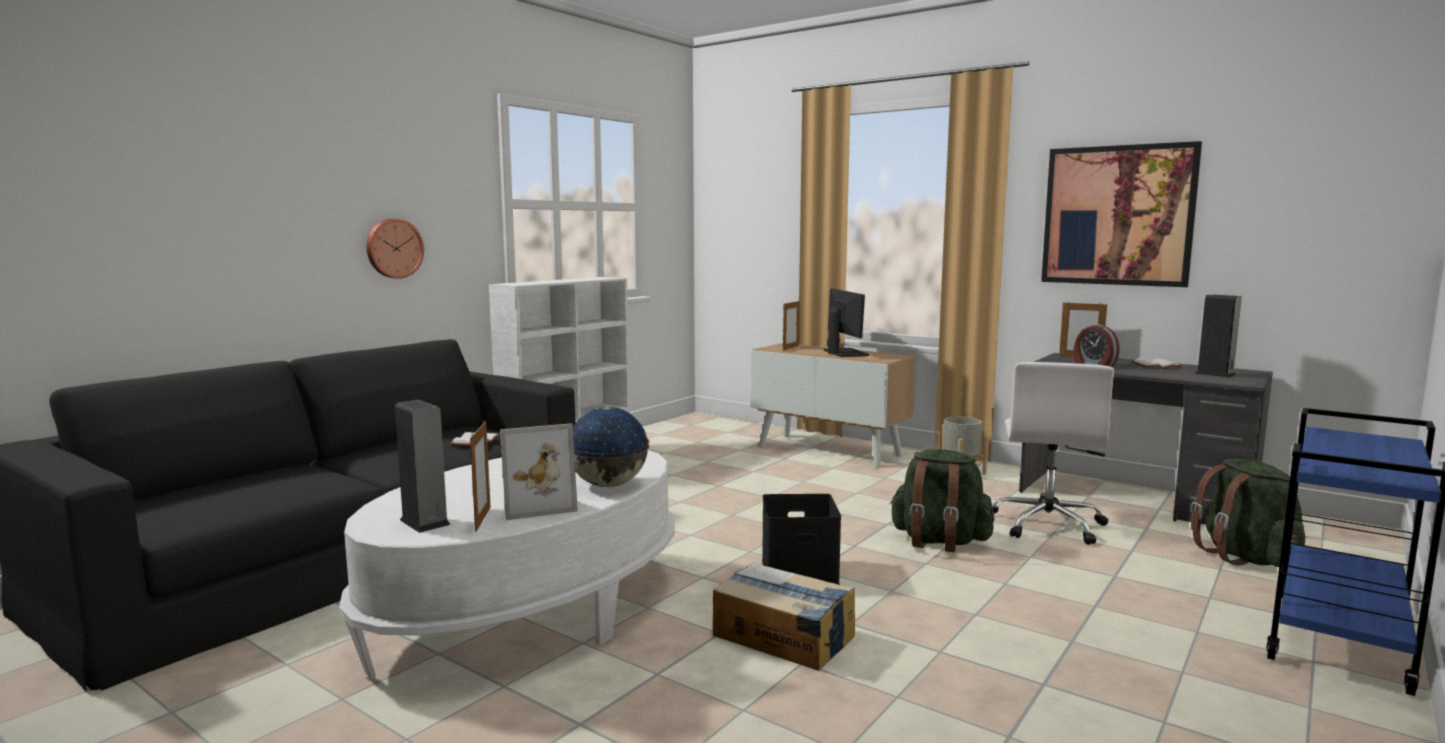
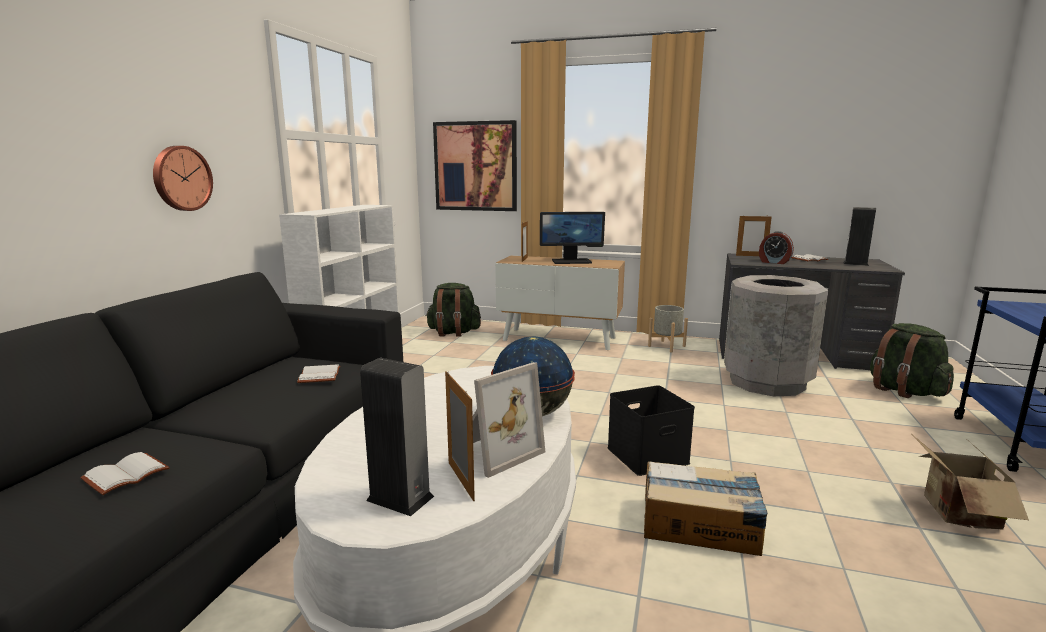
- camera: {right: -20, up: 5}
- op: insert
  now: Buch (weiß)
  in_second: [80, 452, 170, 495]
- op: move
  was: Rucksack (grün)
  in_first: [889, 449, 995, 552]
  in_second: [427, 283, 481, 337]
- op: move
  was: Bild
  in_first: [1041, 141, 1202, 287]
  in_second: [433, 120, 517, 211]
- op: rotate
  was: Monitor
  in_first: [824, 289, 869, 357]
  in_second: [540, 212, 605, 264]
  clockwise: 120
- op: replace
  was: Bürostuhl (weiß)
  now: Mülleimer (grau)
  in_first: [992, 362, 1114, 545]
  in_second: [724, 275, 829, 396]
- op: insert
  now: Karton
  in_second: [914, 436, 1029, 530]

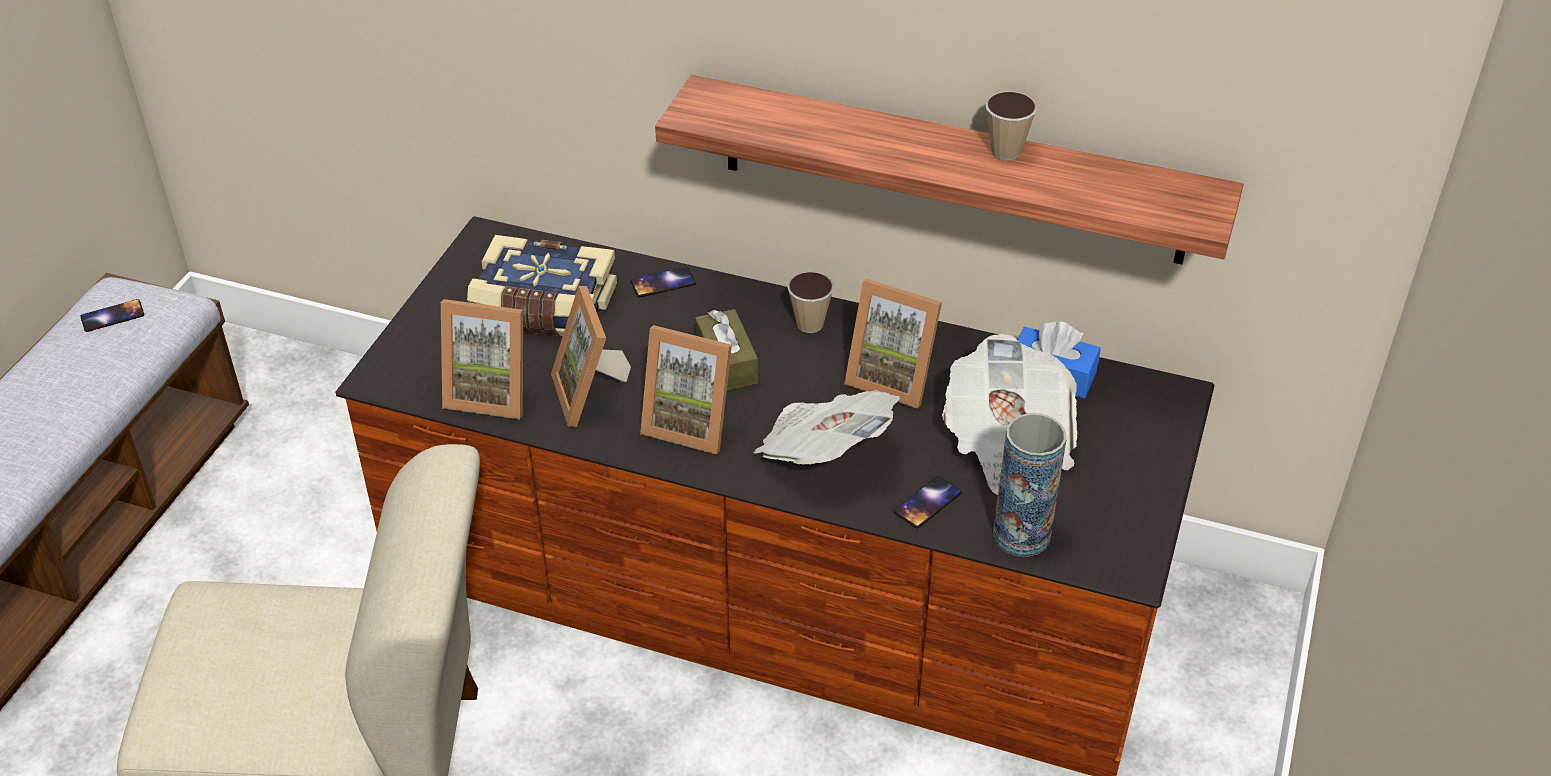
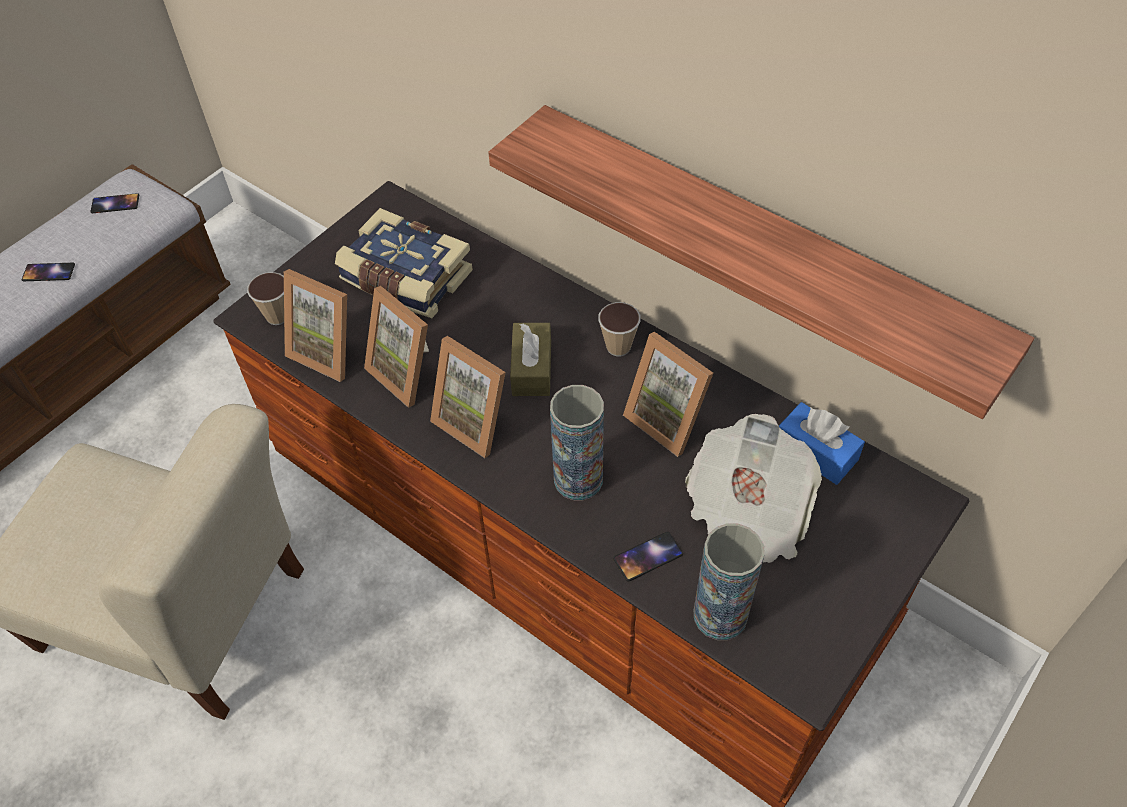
- camera: {right: 20, up: 10}
- op: move
  was: Handy
  in_first: [630, 267, 696, 298]
  in_second: [22, 263, 75, 281]
- op: move
  was: Tasse
  in_first: [985, 92, 1037, 160]
  in_second: [247, 272, 284, 325]
- op: rotate
  was: Bilderrahmen
  in_first: [551, 286, 631, 427]
  in_second: [364, 286, 429, 408]
  clockwise: -45
- op: replace
  was: Zeitung
  now: Vase
  in_first: [753, 390, 900, 464]
  in_second: [550, 385, 604, 501]

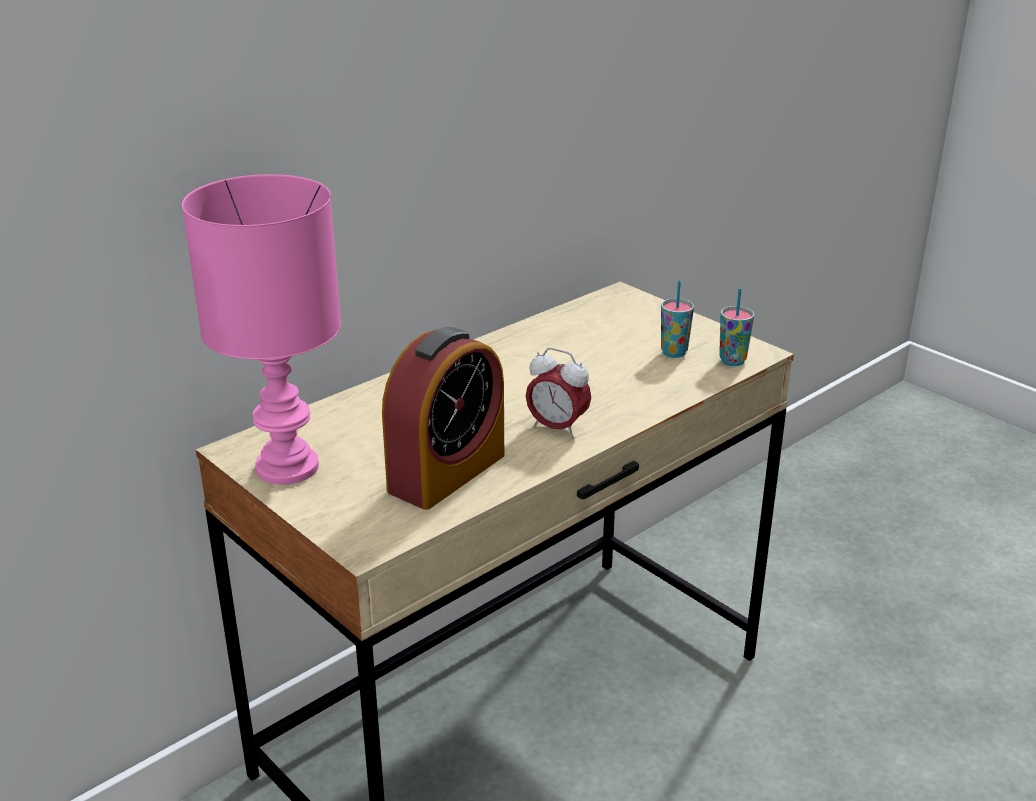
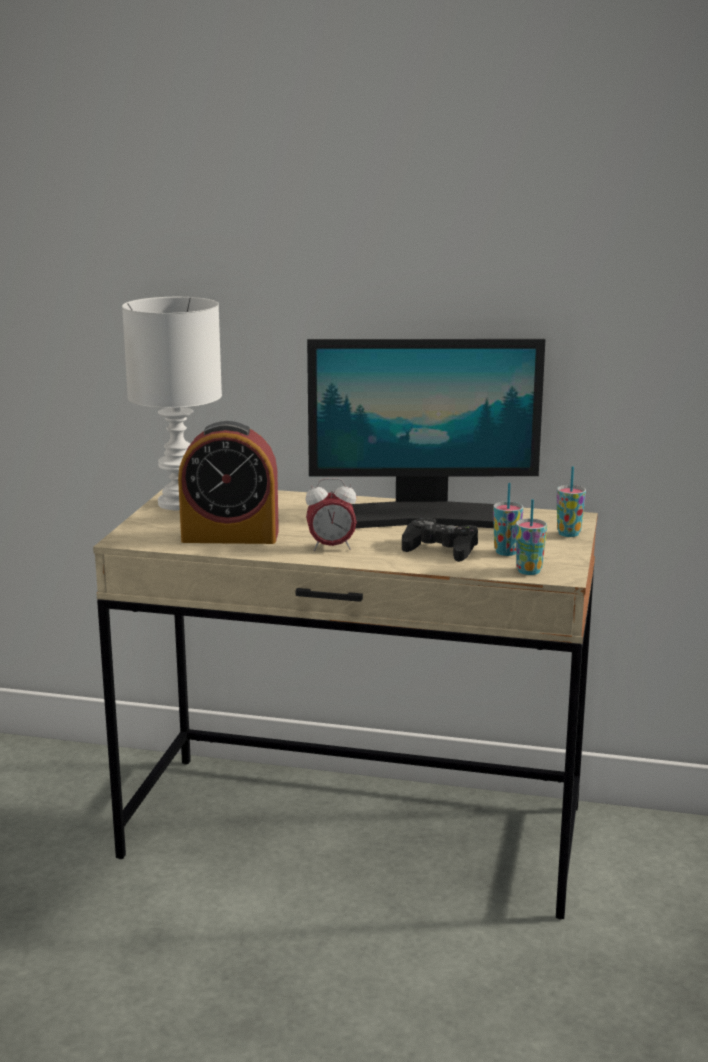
- camera: {right: 55, up: -10}
- op: recolor
  was: Tischlampe (rosa)
  now: Tischlampe (weiß)
  in_first: [182, 174, 341, 485]
  in_second: [122, 297, 222, 510]
- op: rotate
  was: Wecker
  in_first: [526, 348, 591, 439]
  in_second: [305, 478, 357, 551]
  clockwise: -90
- op: insert
  now: Monitor
  in_second: [307, 339, 545, 528]
- op: insert
  now: Gamepad (schwarz)
  in_second: [402, 518, 478, 562]
- op: insert
  now: Tasse
  in_second: [557, 466, 586, 537]

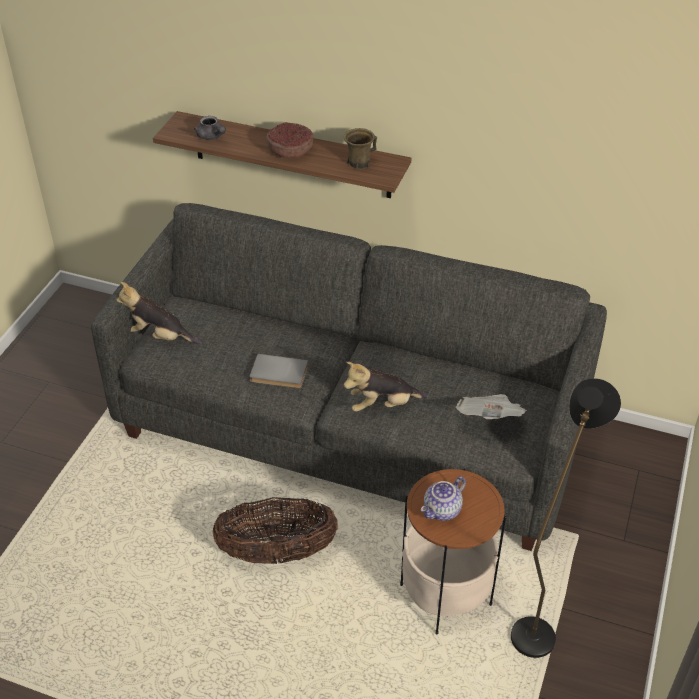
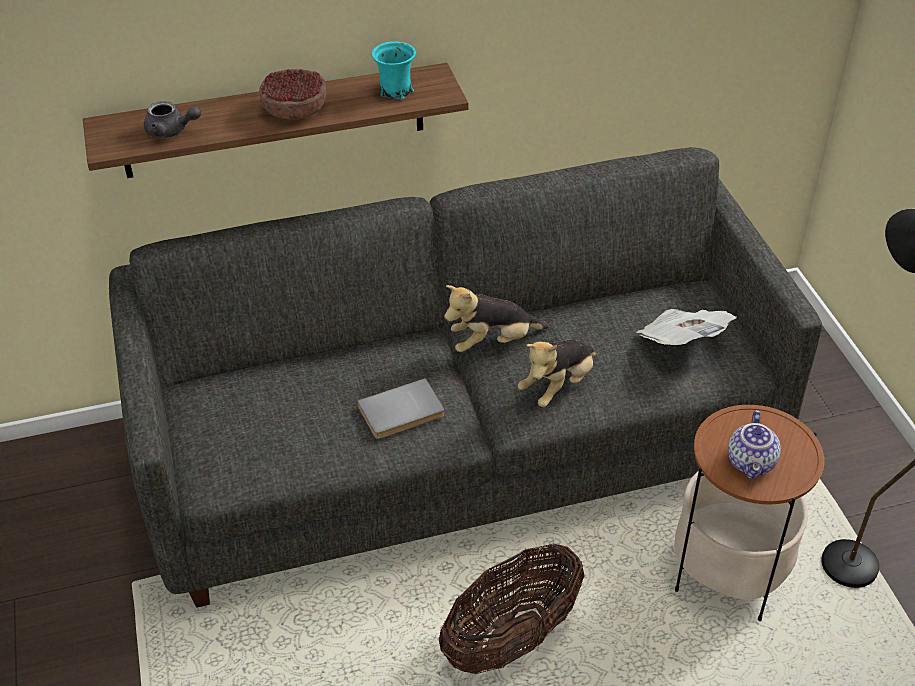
- camera: {right: -35, up: 0}
- op: recolor
  was: Henkelbecher (braun)
  now: Henkelbecher (türkis)
  in_first: [344, 128, 377, 170]
  in_second: [372, 42, 416, 99]
- op: move
  was: Plüschtier
  in_first: [117, 282, 202, 344]
  in_second: [444, 285, 549, 352]

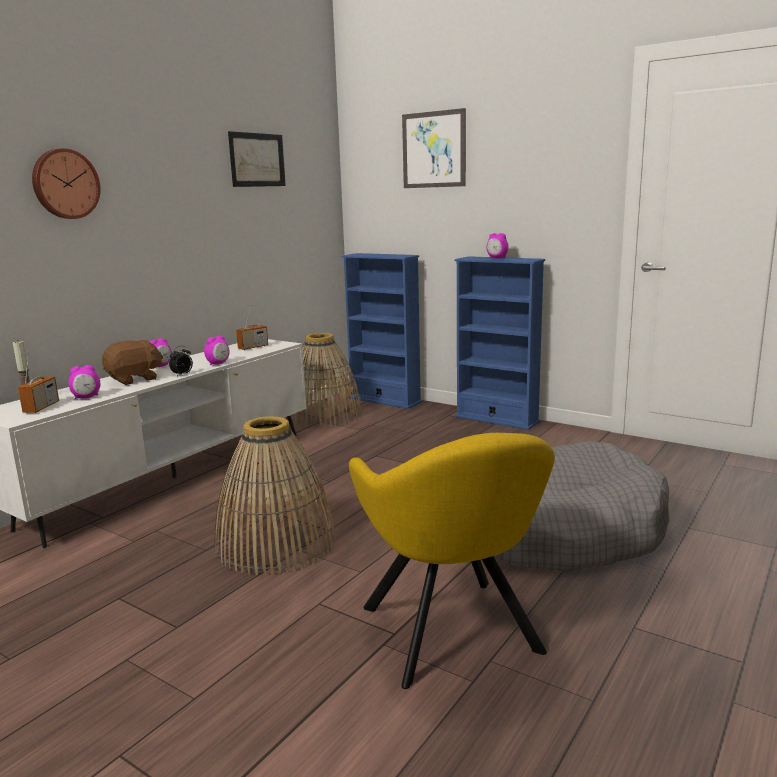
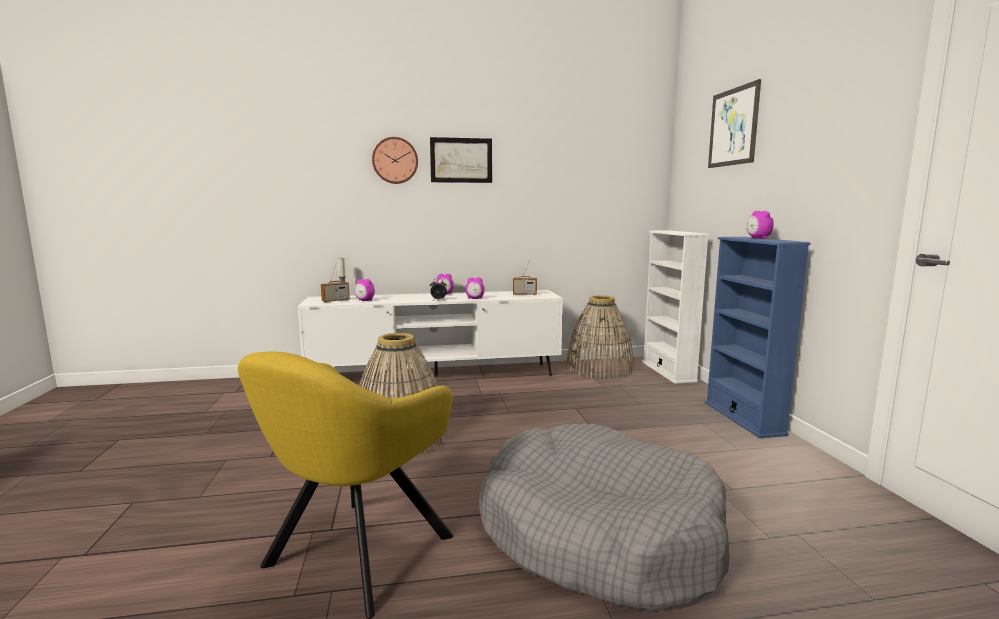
- camera: {right: 45, up: -5}
- op: move
  was: Bild
  in_first: [228, 131, 286, 187]
  in_second: [430, 137, 492, 183]
- op: recolor
  was: Bücherregal (blau)
  now: Bücherregal (weiß)
  in_first: [342, 253, 422, 409]
  in_second: [642, 230, 709, 384]
- op: delete
  was: Plüschtier (braun)
  in_first: [102, 340, 163, 385]

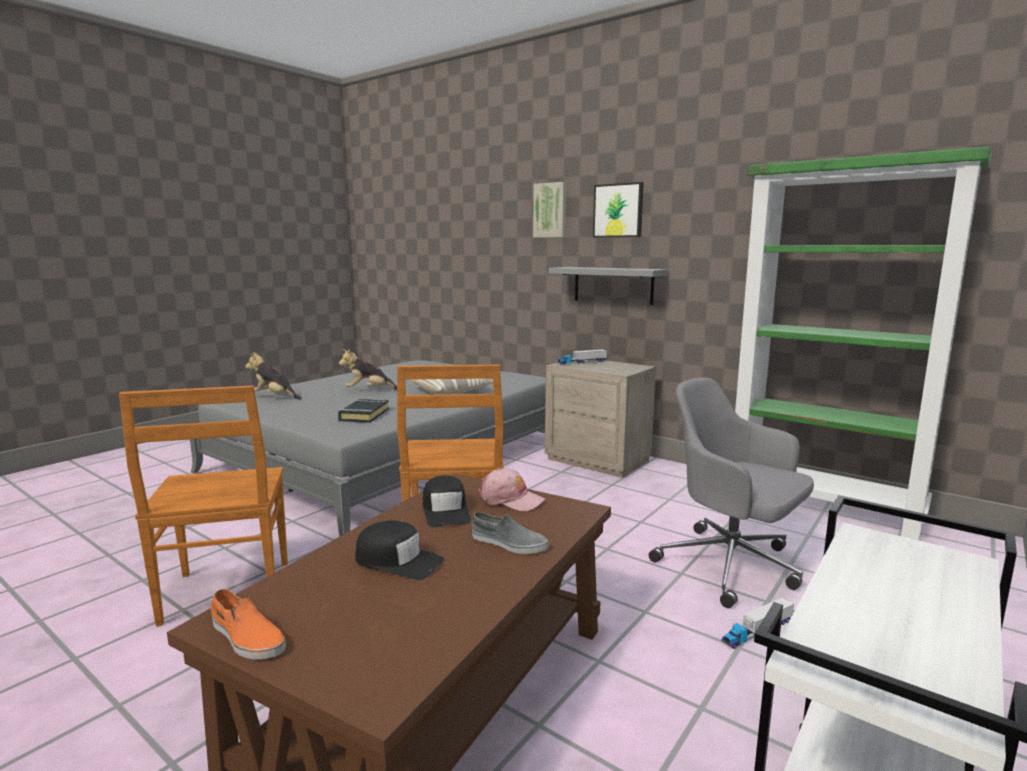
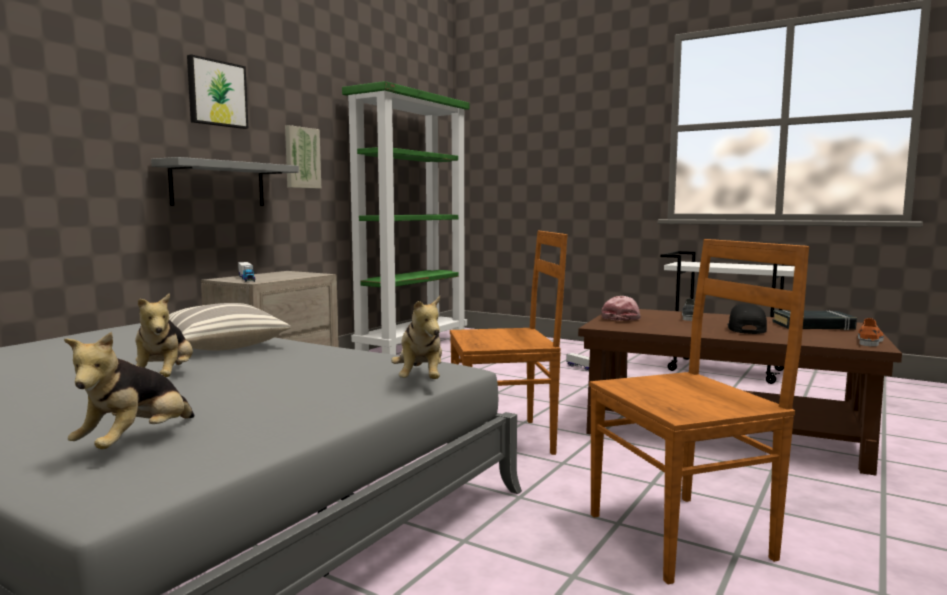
- camera: {right: -95, up: -5}
- op: move
  was: Bild
  in_first: [533, 182, 566, 238]
  in_second: [285, 125, 321, 189]
- op: insert
  now: Plüschtier
  in_second: [391, 296, 442, 379]
- op: move
  was: Buch (schwarz)
  in_first: [338, 399, 389, 423]
  in_second: [772, 310, 857, 330]
- op: delete
  was: Kappe (schwarz)
  in_first: [423, 475, 471, 527]
- op: delete
  was: Bürostuhl (grau)
  in_first: [649, 378, 814, 608]

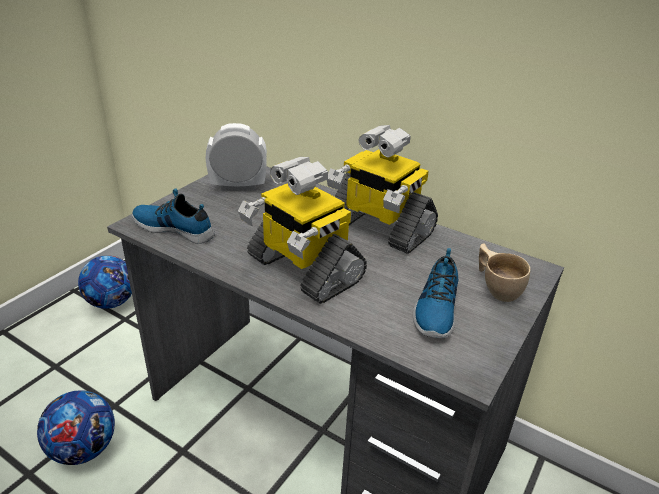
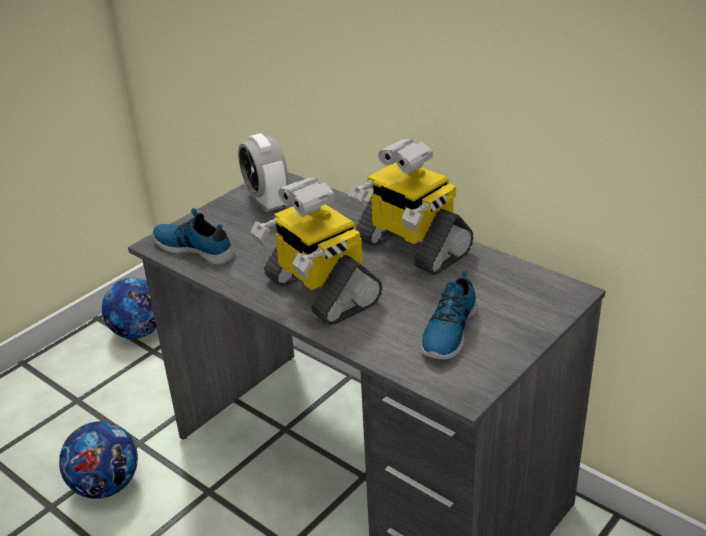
- camera: {right: 10, up: 0}
- op: rotate
  was: Wecker
  in_first: [206, 123, 267, 191]
  in_second: [238, 134, 288, 212]
  clockwise: -120
- op: delete
  was: Tasse (beige)
  in_first: [479, 243, 530, 302]

